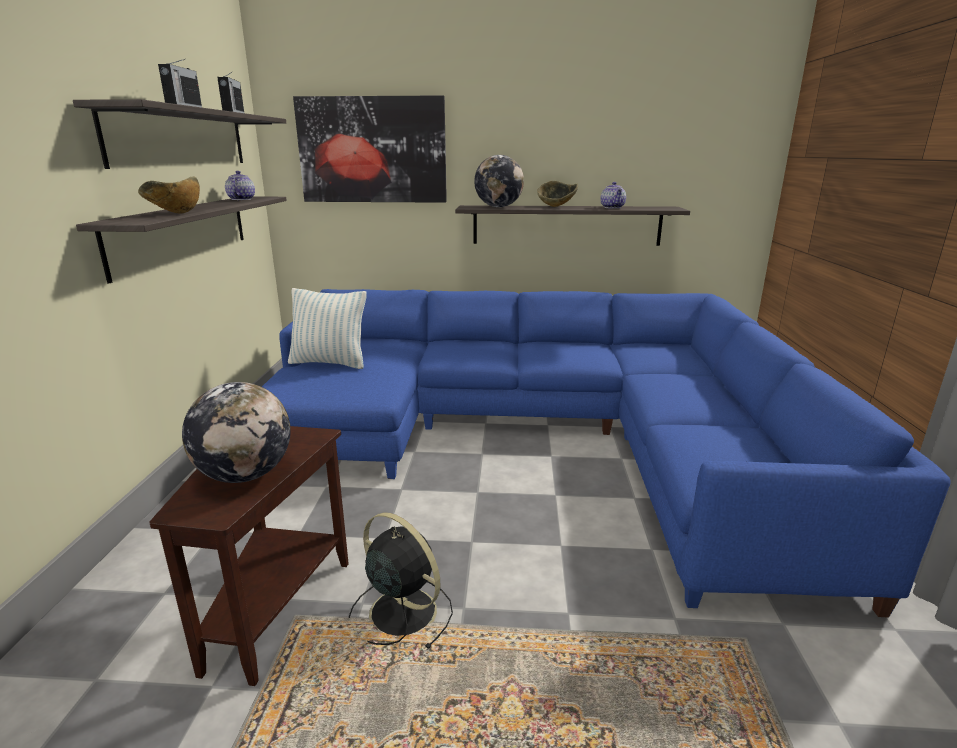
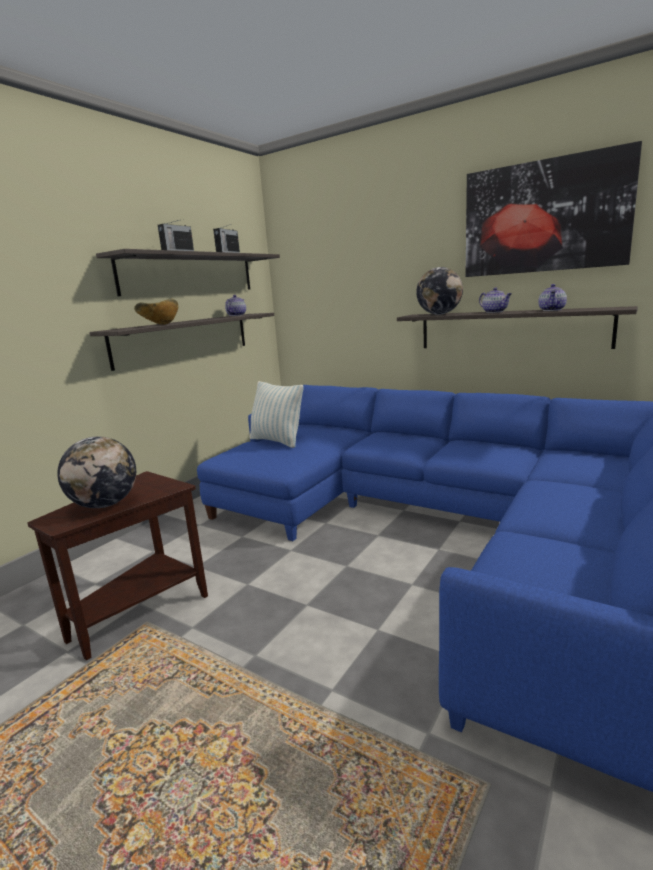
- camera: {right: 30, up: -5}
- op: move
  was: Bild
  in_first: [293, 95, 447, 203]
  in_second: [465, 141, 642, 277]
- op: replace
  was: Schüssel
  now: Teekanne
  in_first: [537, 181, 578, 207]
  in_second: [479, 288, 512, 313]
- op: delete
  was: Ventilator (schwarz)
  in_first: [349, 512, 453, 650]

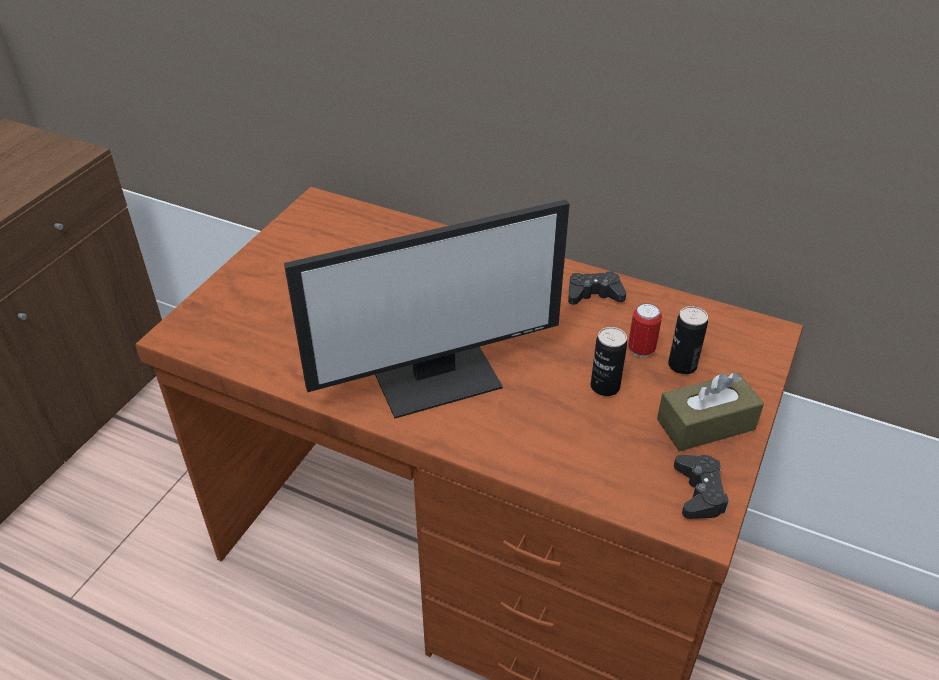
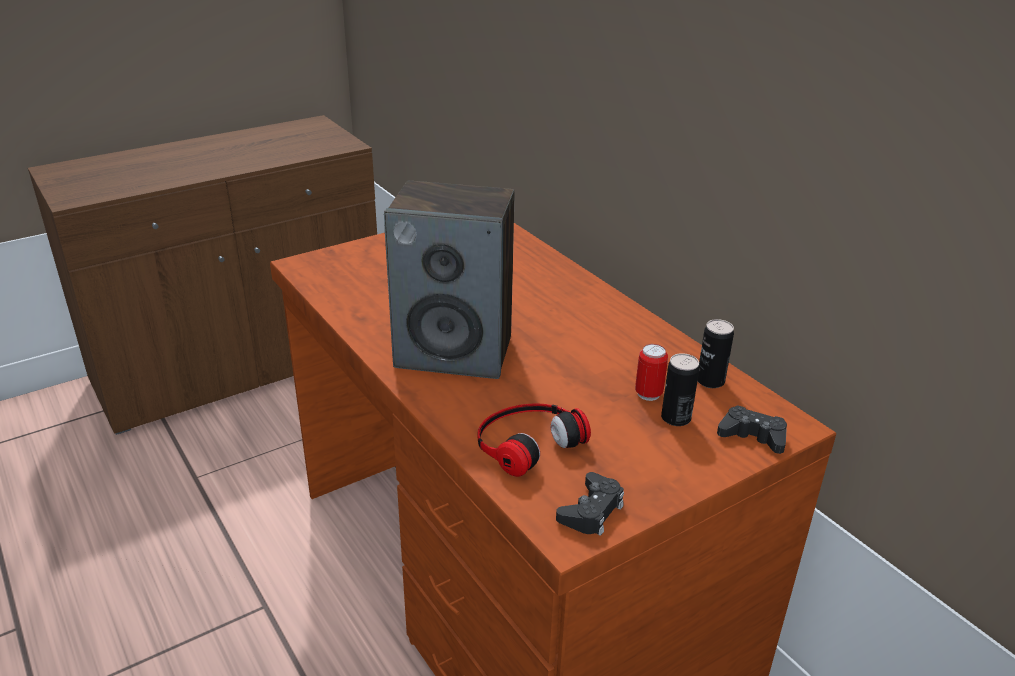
- camera: {right: 30, up: -10}
- op: replace
  was: Monitor
  now: Lautsprecher
  in_first: [284, 200, 569, 418]
  in_second: [384, 181, 514, 379]
- op: insert
  now: Kopfhörer
  in_second: [477, 404, 591, 477]
- op: move
  was: Dose
  in_first: [591, 327, 627, 396]
  in_second: [698, 319, 734, 388]
- op: move
  was: Gamepad (schwarz)
  in_first: [568, 271, 626, 305]
  in_second: [717, 405, 787, 454]
- op: delete
  was: Taschentuchbox (braun)
  in_first: [657, 373, 764, 451]

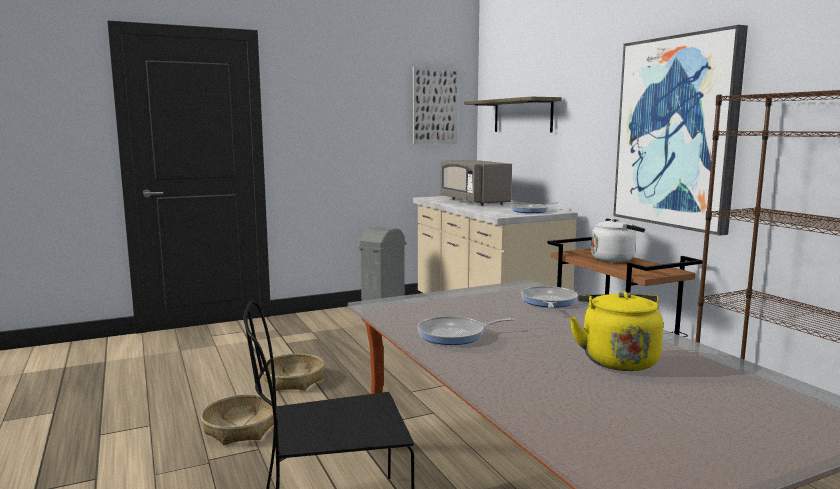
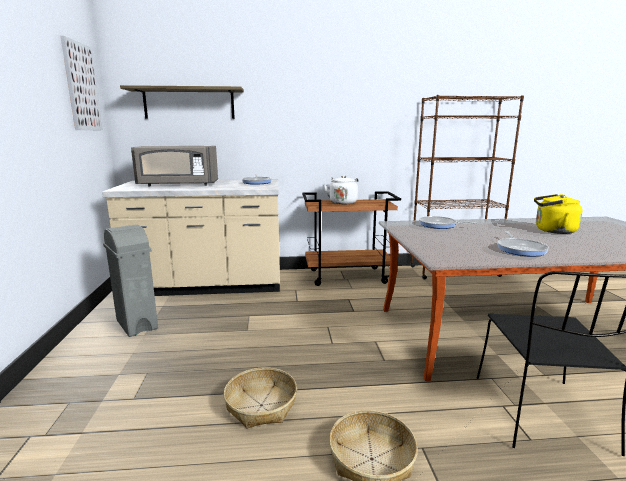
- camera: {right: -70, up: 5}
- op: delete
  was: Bild
  in_first: [613, 25, 748, 236]

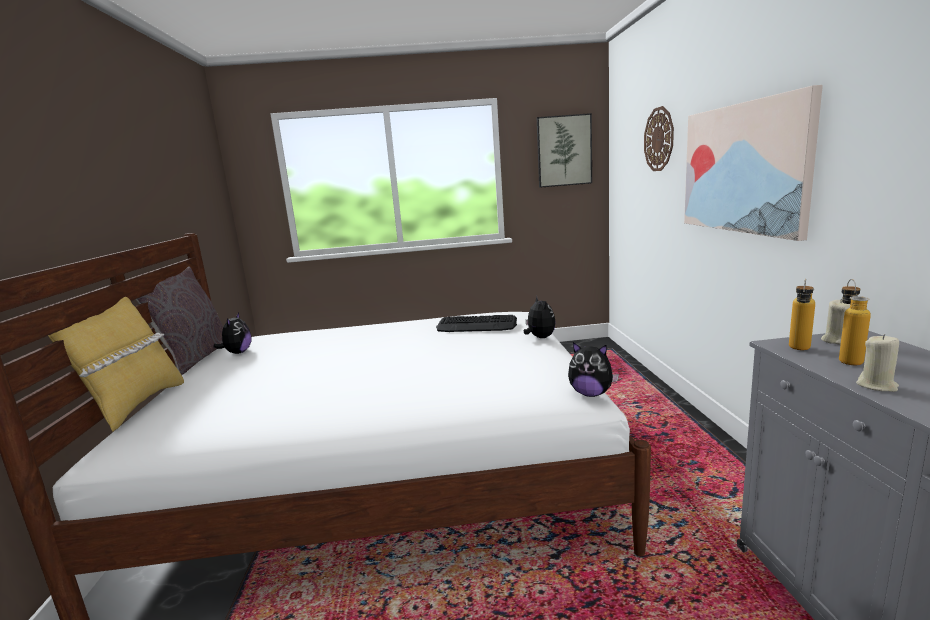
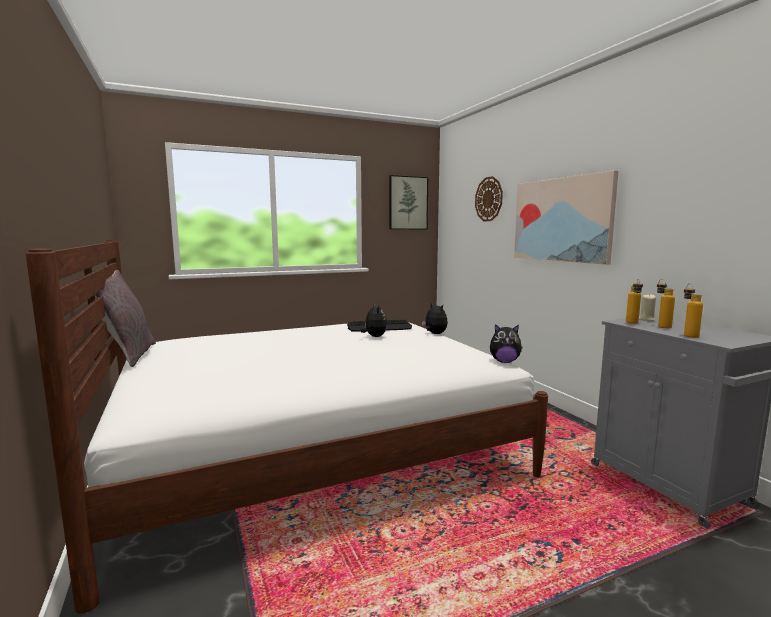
- camera: {right: -20, up: -5}
- op: move
  was: Plüschtier
  in_first: [214, 312, 251, 354]
  in_second: [360, 303, 387, 337]
- op: replace
  was: Kerze (beige)
  now: Flasche
  in_first: [856, 334, 899, 392]
  in_second: [684, 283, 703, 338]
- op: delete
  was: Kissen (gelb)
  in_first: [48, 297, 184, 431]

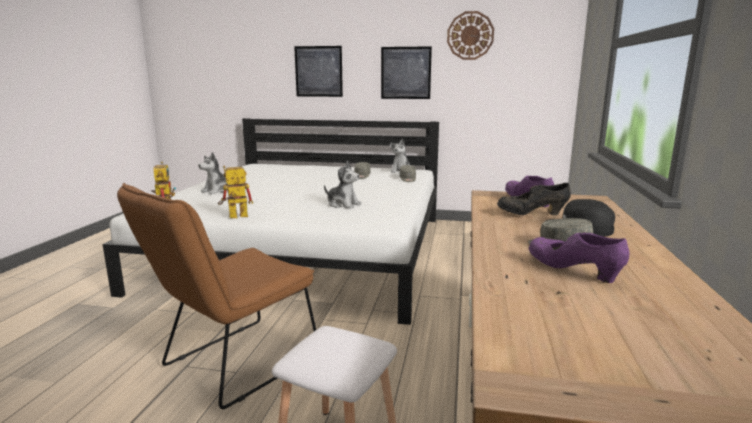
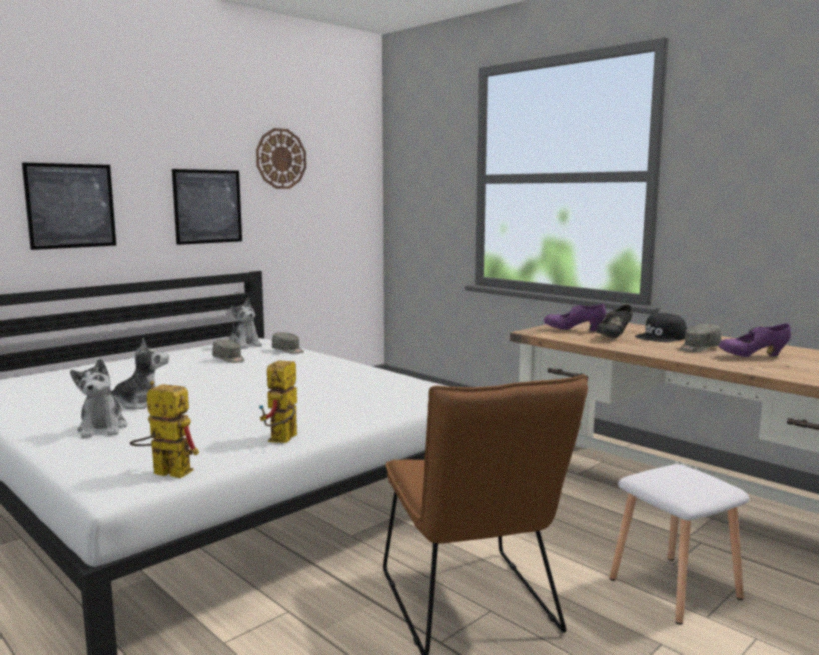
- camera: {right: -55, up: -5}
- op: move
  was: Plüschtier
  in_first: [324, 161, 362, 209]
  in_second: [111, 338, 169, 409]

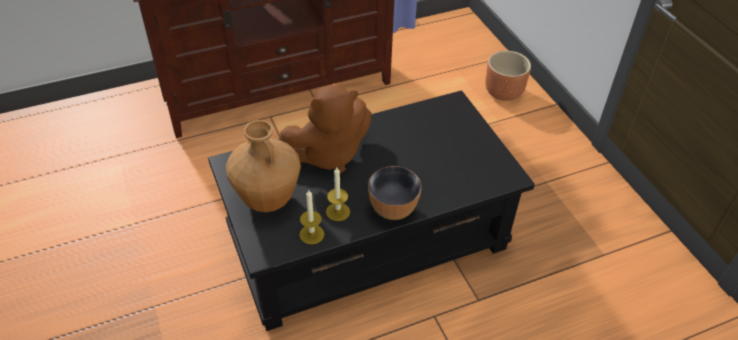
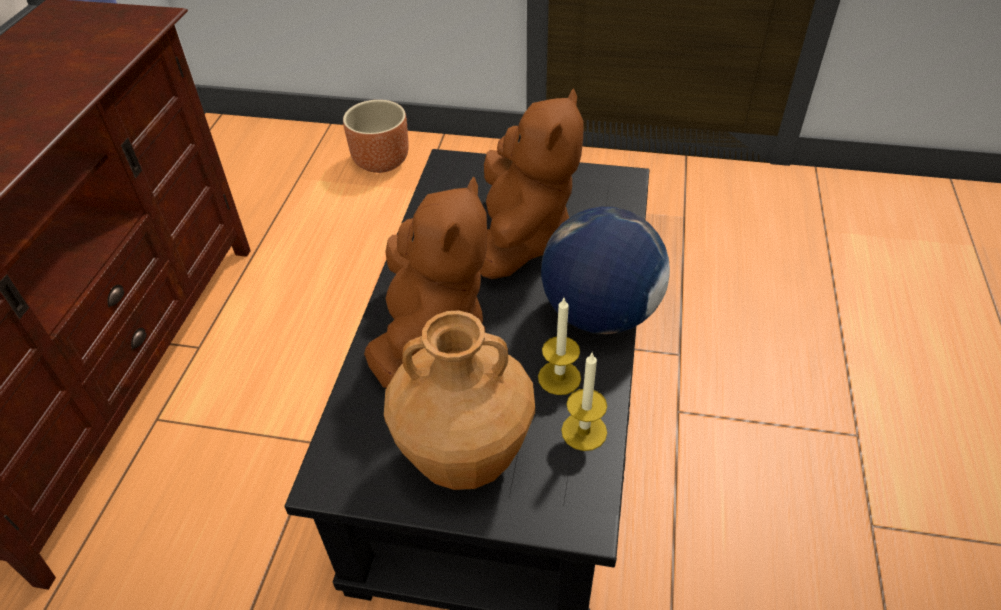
- camera: {right: -55, up: 0}
- op: insert
  now: Plüschtier (braun)
  in_second: [480, 89, 584, 279]
- op: replace
  was: Schüssel
  now: Globus
  in_first: [368, 166, 422, 220]
  in_second: [541, 207, 670, 334]

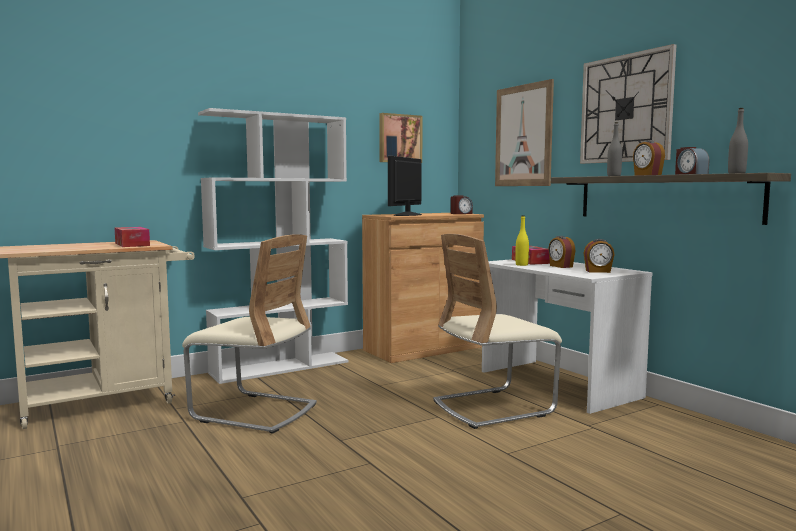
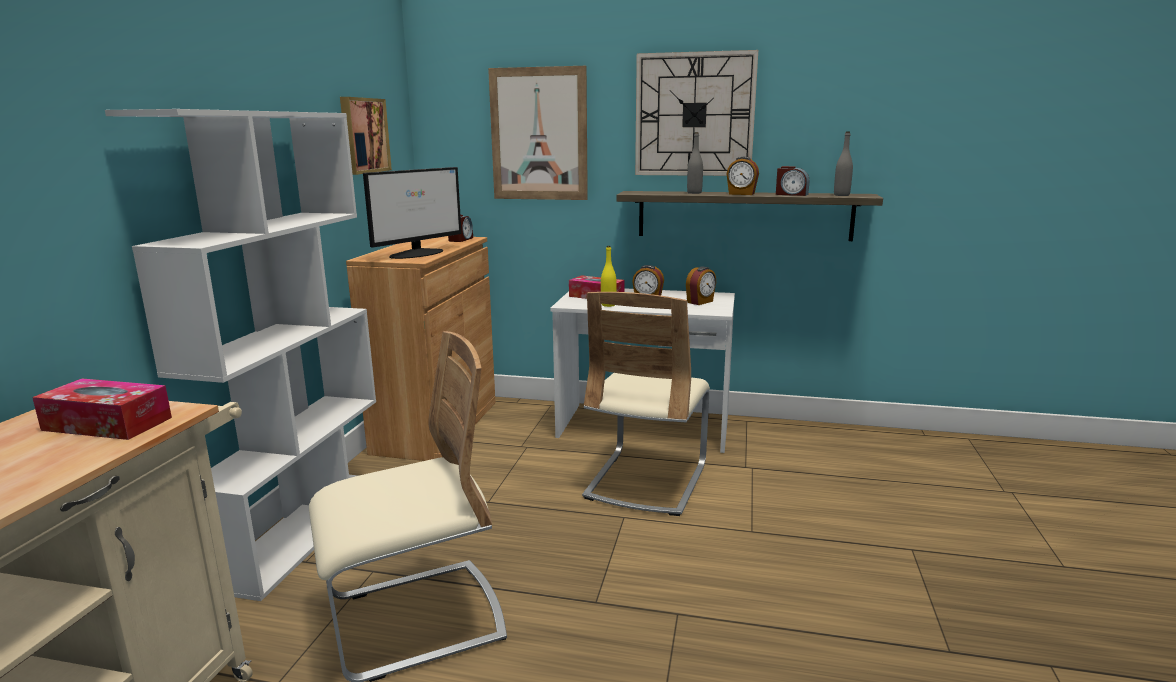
- camera: {right: -45, up: 10}
- op: rotate
  was: Monitor
  in_first: [388, 156, 422, 216]
  in_second: [363, 167, 462, 259]
  clockwise: -120

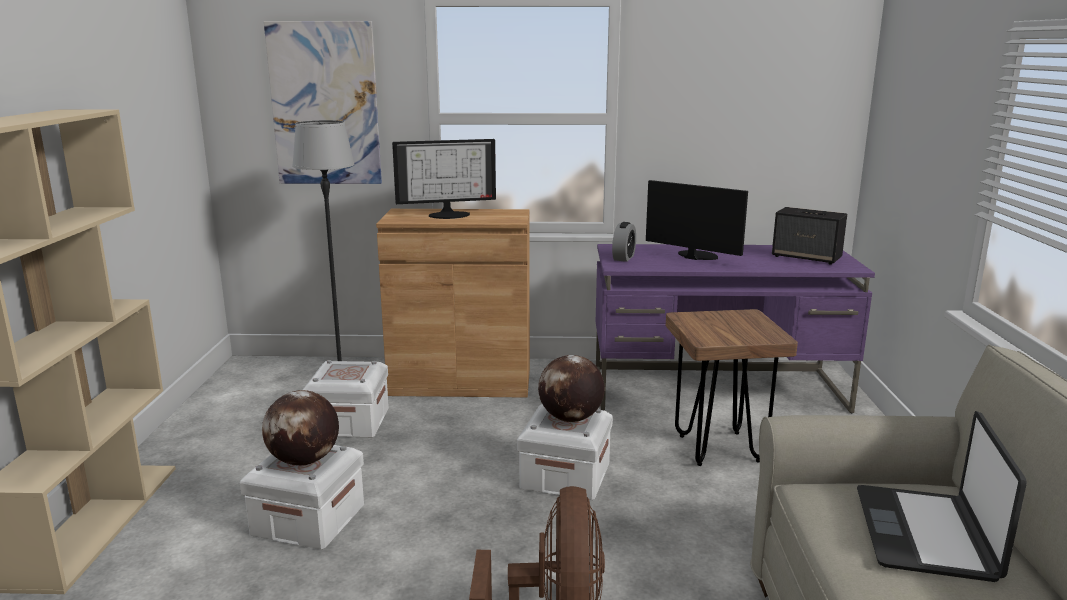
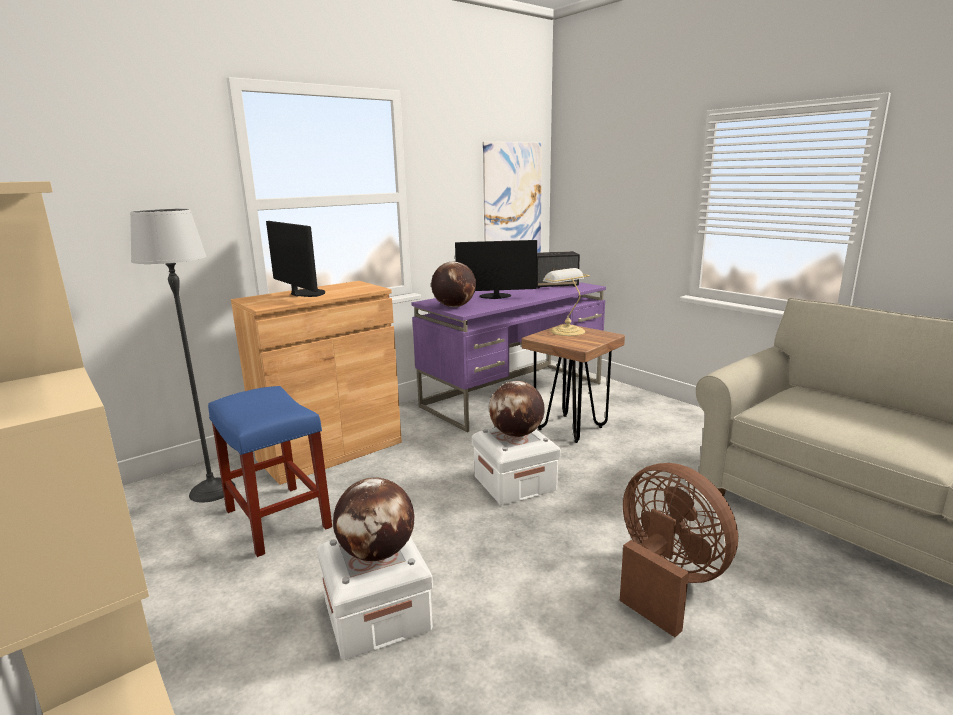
- camera: {right: -40, up: 0}
- op: replace
  was: Aufbewahrungsbox (weiß)
  now: Hocker (blau)
  in_first: [303, 360, 389, 437]
  in_second: [208, 386, 332, 557]
- op: rotate
  was: Monitor
  in_first: [392, 139, 496, 219]
  in_second: [266, 221, 325, 297]
  clockwise: -75
- op: replace
  was: Wecker
  now: Globus
  in_first: [612, 222, 636, 262]
  in_second: [431, 262, 476, 307]
- op: move
  was: Bild
  in_first: [264, 21, 382, 184]
  in_second: [483, 142, 542, 253]
- op: insert
  now: Tischlampe
  in_second: [543, 268, 590, 336]
- op: delete
  was: Laptop
  in_first: [857, 411, 1027, 582]

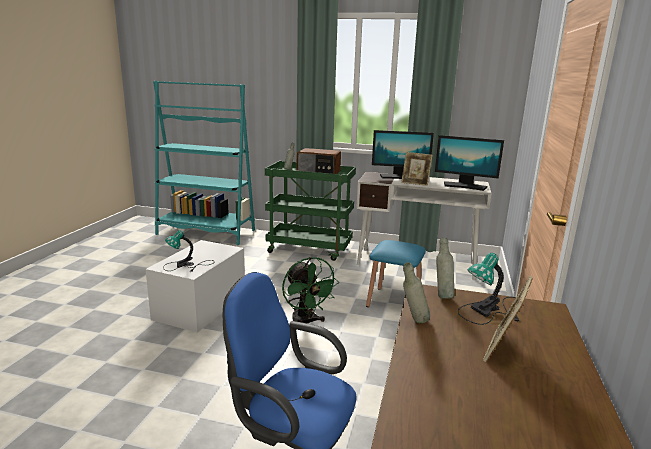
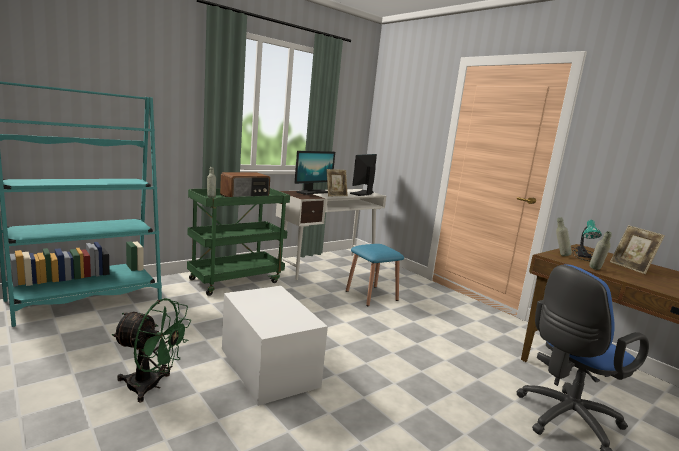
- camera: {right: -55, up: -5}
- op: move
  was: Ventilator (grün)
  in_first: [282, 257, 339, 324]
  in_second: [112, 298, 191, 402]
- op: rotate
  was: Monitor
  in_first: [435, 135, 504, 191]
  in_second: [350, 154, 377, 196]
  clockwise: 150
- op: delete
  was: Tischlampe
  in_first: [163, 230, 215, 272]

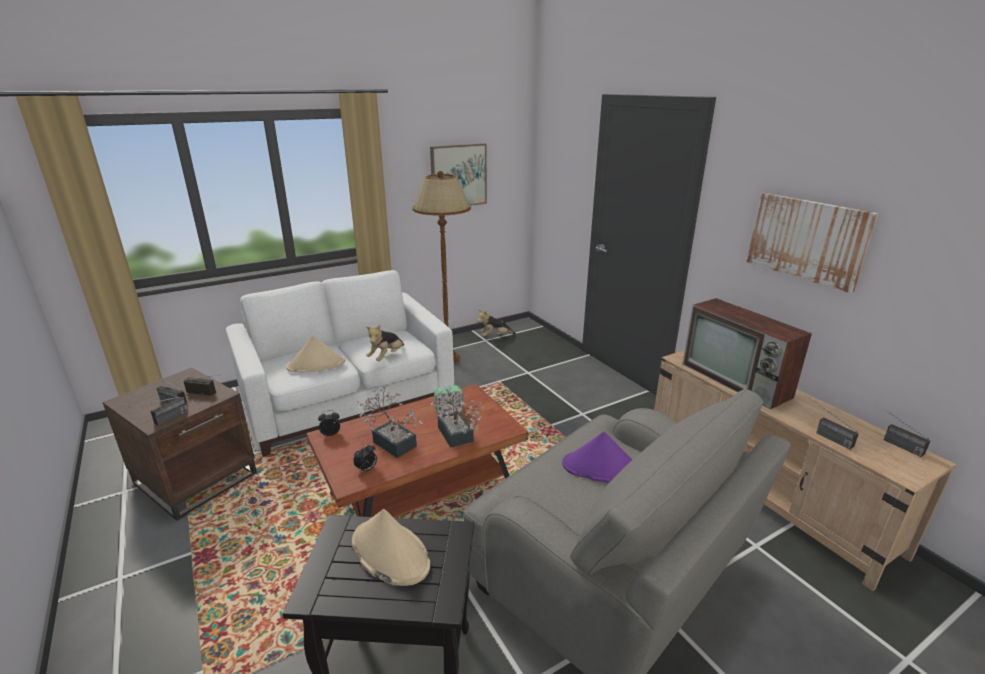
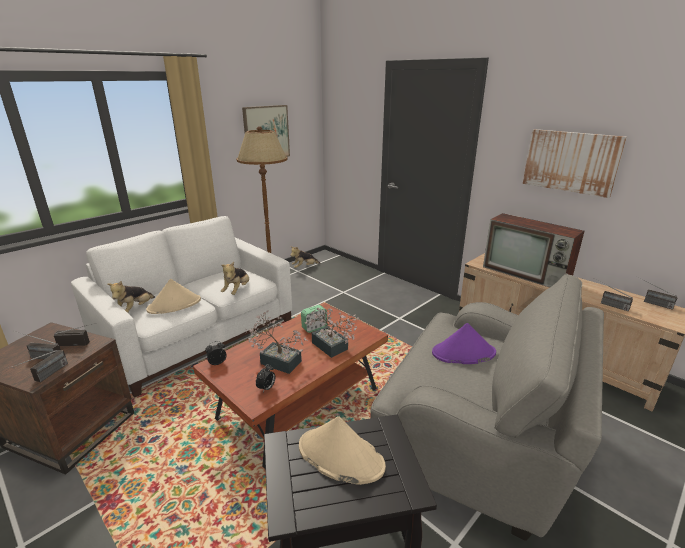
- camera: {right: -15, up: 0}
- op: insert
  now: Plüschtier
  in_second: [107, 281, 155, 313]

